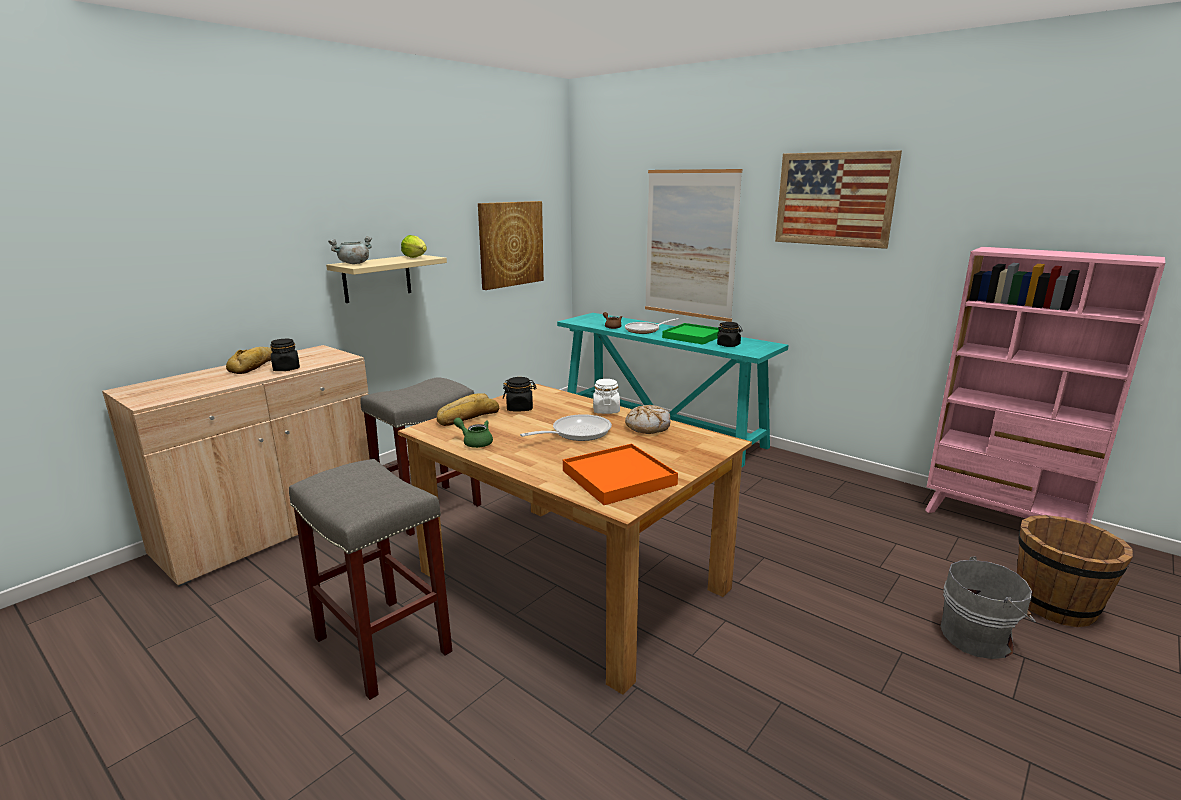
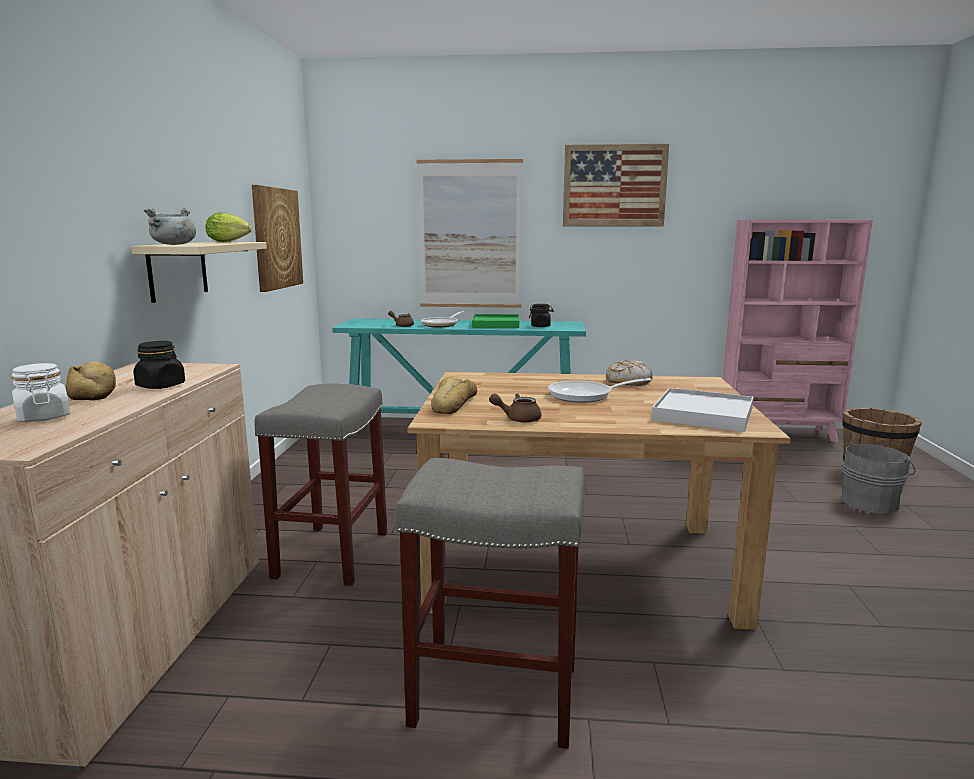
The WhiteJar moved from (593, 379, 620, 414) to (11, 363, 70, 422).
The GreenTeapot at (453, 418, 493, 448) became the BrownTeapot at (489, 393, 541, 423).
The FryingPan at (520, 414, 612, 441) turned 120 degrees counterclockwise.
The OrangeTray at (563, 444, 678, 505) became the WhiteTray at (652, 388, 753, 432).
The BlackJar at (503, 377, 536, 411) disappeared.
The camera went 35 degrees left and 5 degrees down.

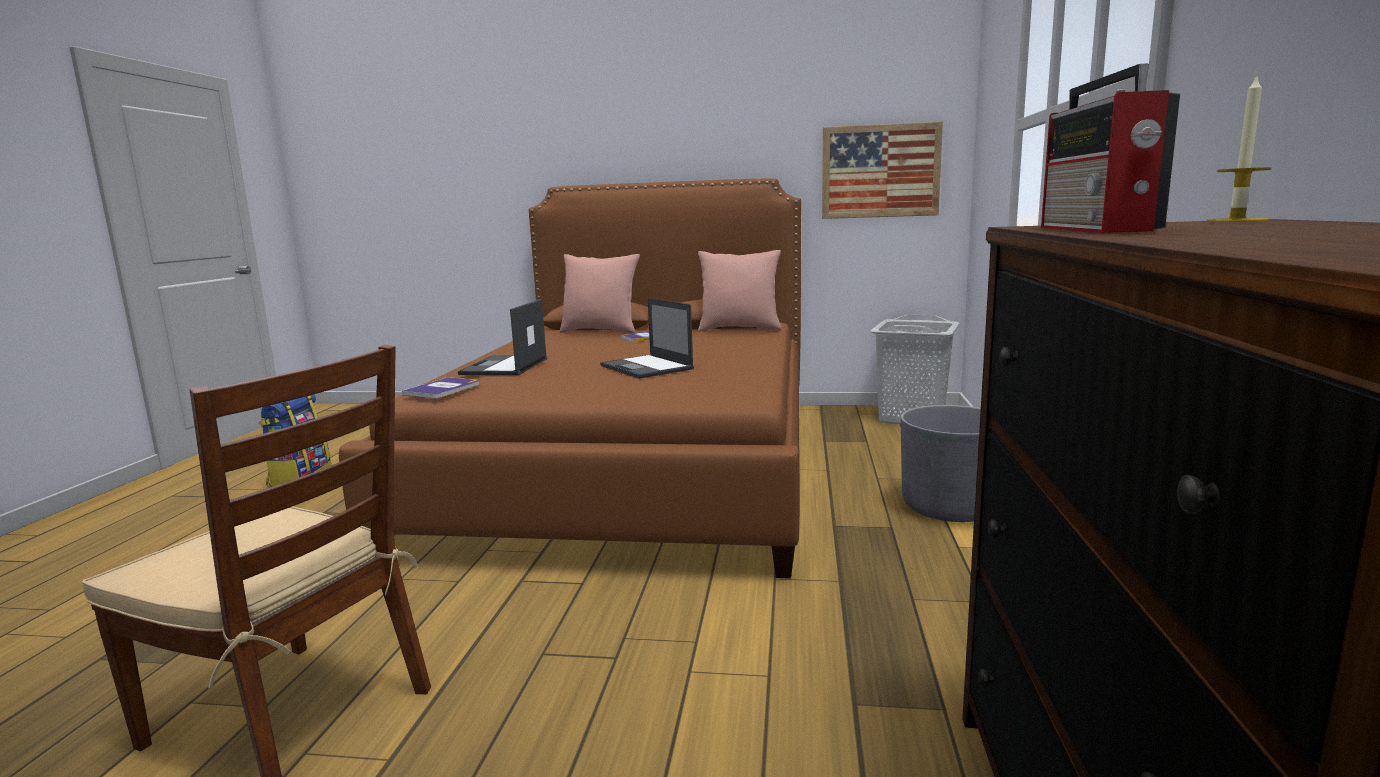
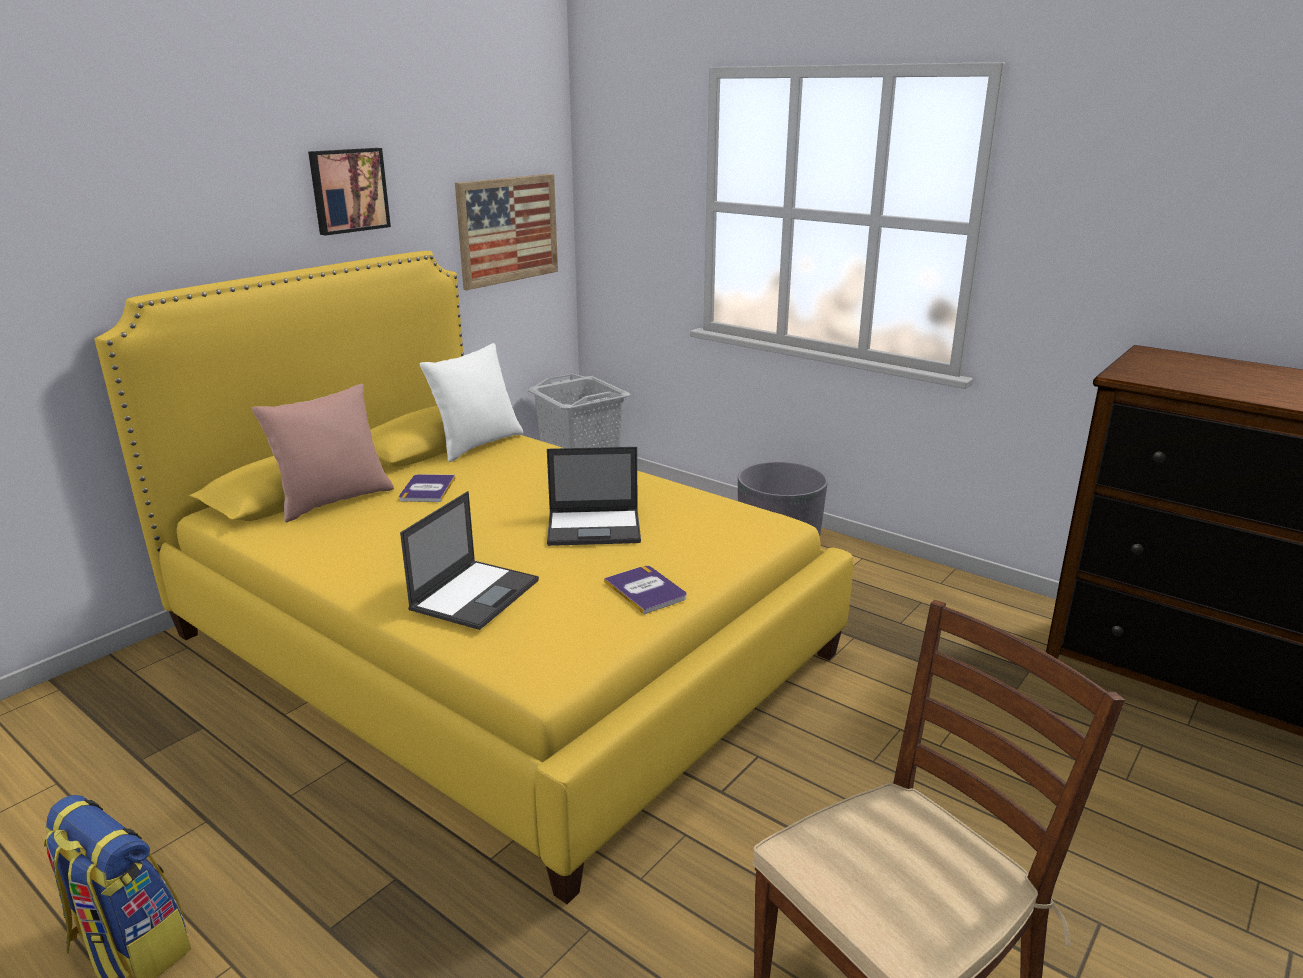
The BrownBed at (339, 179, 801, 579) became the YellowBed at (95, 251, 854, 904).
The Picture at (308, 148, 391, 236) appeared.
The Laptop at (458, 299, 547, 375) turned 105 degrees counterclockwise.
The PinkPillow at (698, 250, 782, 332) became the WhitePillow at (420, 343, 523, 462).
The Book moved from (402, 377, 479, 398) to (604, 566, 687, 614).
The Radio at (1041, 64, 1180, 233) disappeared.
The Candle at (1206, 75, 1272, 222) disappeared.
The camera went 60 degrees left and 10 degrees up.

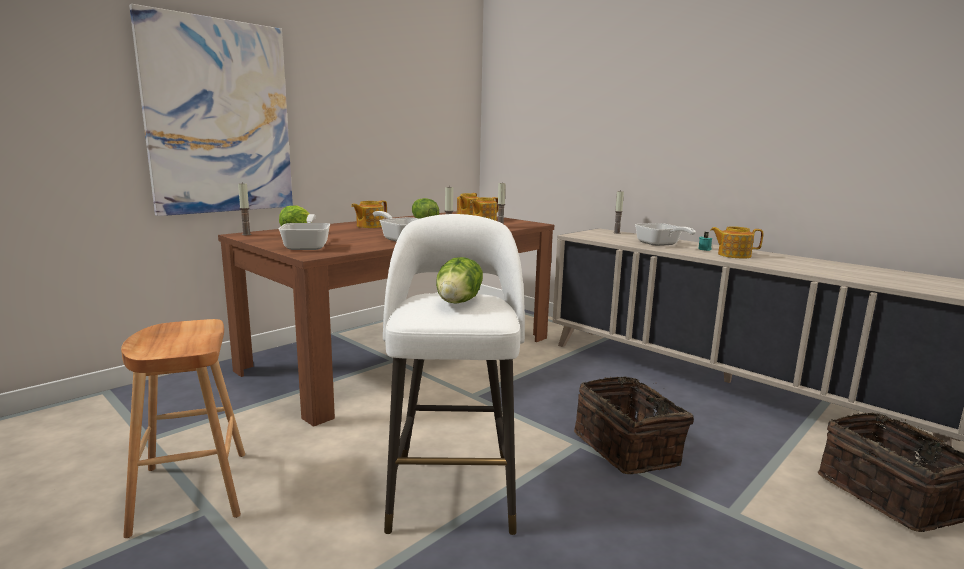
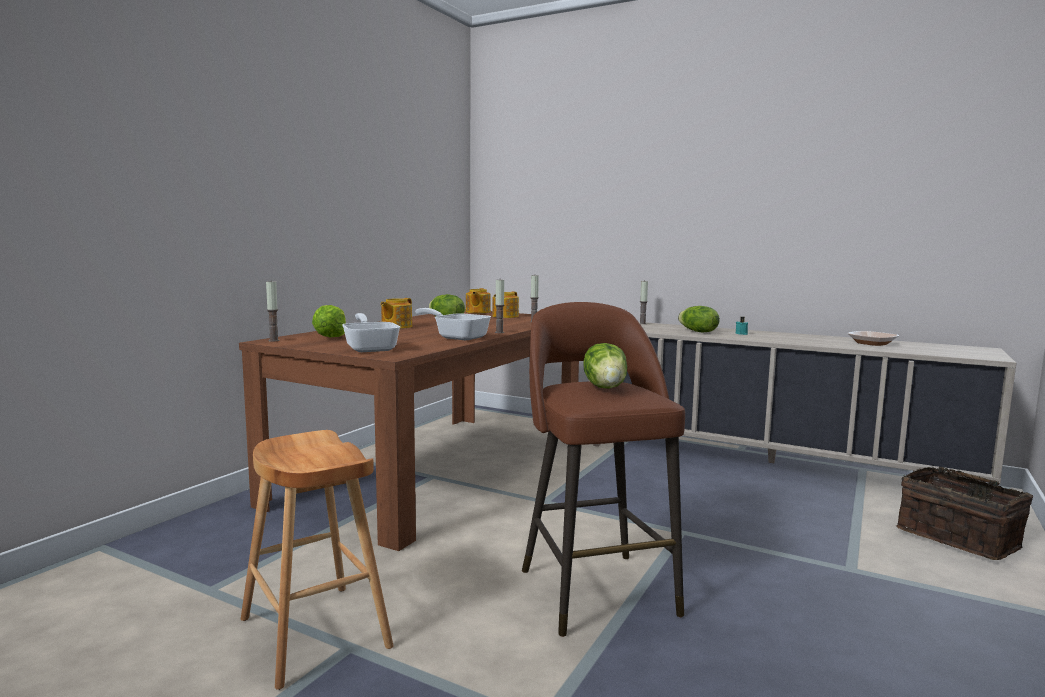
The WhiteStool at (383, 214, 525, 535) became the BrownStool at (522, 302, 685, 637).
The FryingPan at (635, 223, 696, 246) was replaced by the Lettuce at (678, 306, 720, 333).
The Bowl at (848, 331, 899, 346) appeared.
The Picture at (129, 4, 293, 216) disappeared.
The Basket at (574, 377, 694, 474) disappeared.
The Teapot at (710, 226, 763, 259) disappeared.
The camera went 15 degrees left and 5 degrees down.

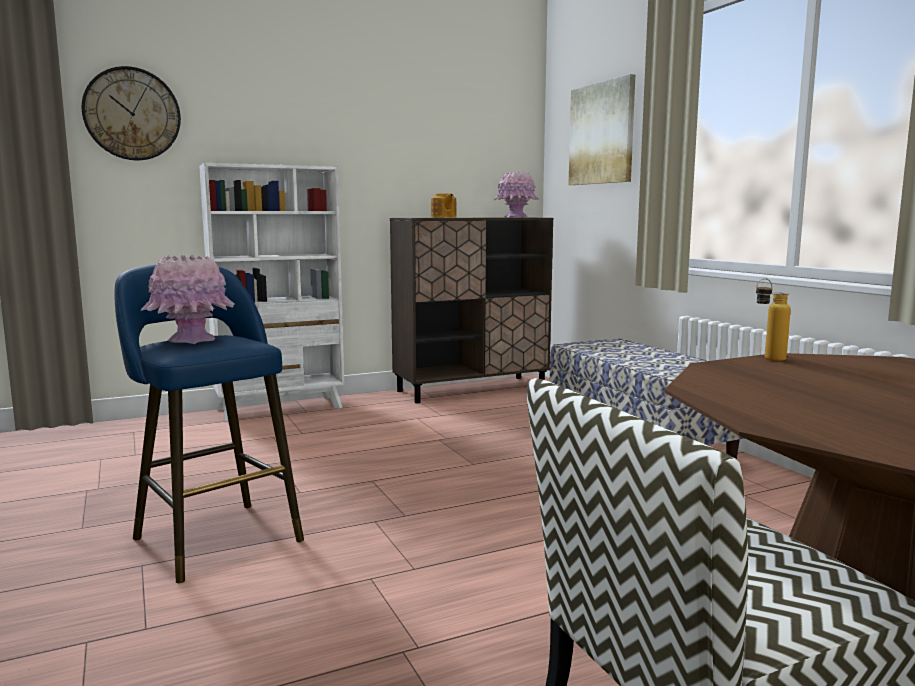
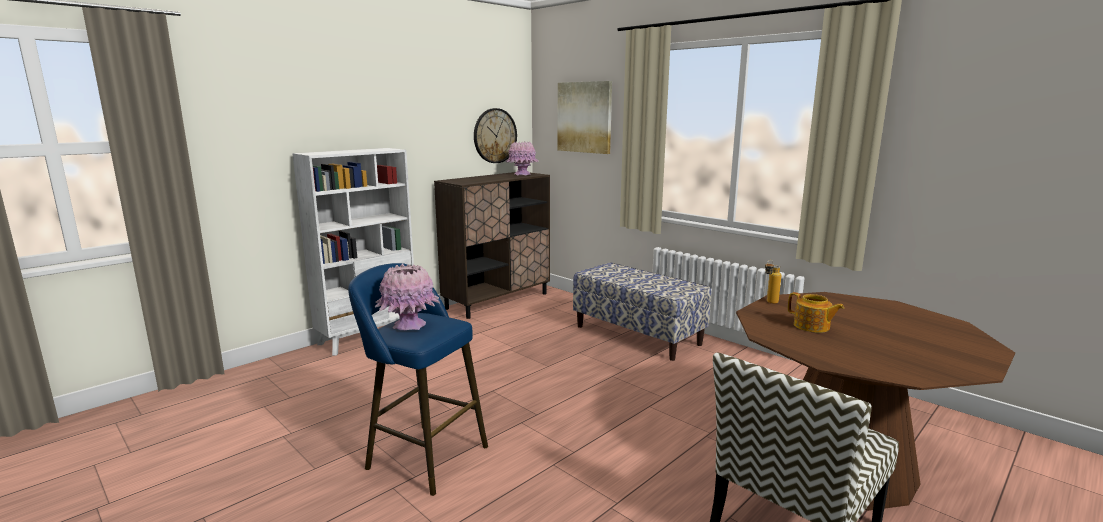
The WallClock moved from (82, 66, 181, 160) to (474, 108, 517, 163).
The Teapot moved from (431, 193, 457, 218) to (788, 292, 844, 333).
The camera went 20 degrees left and 5 degrees up.

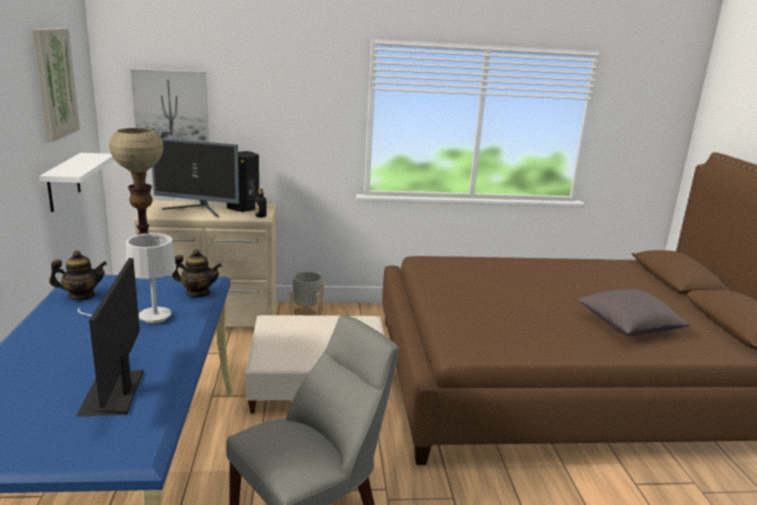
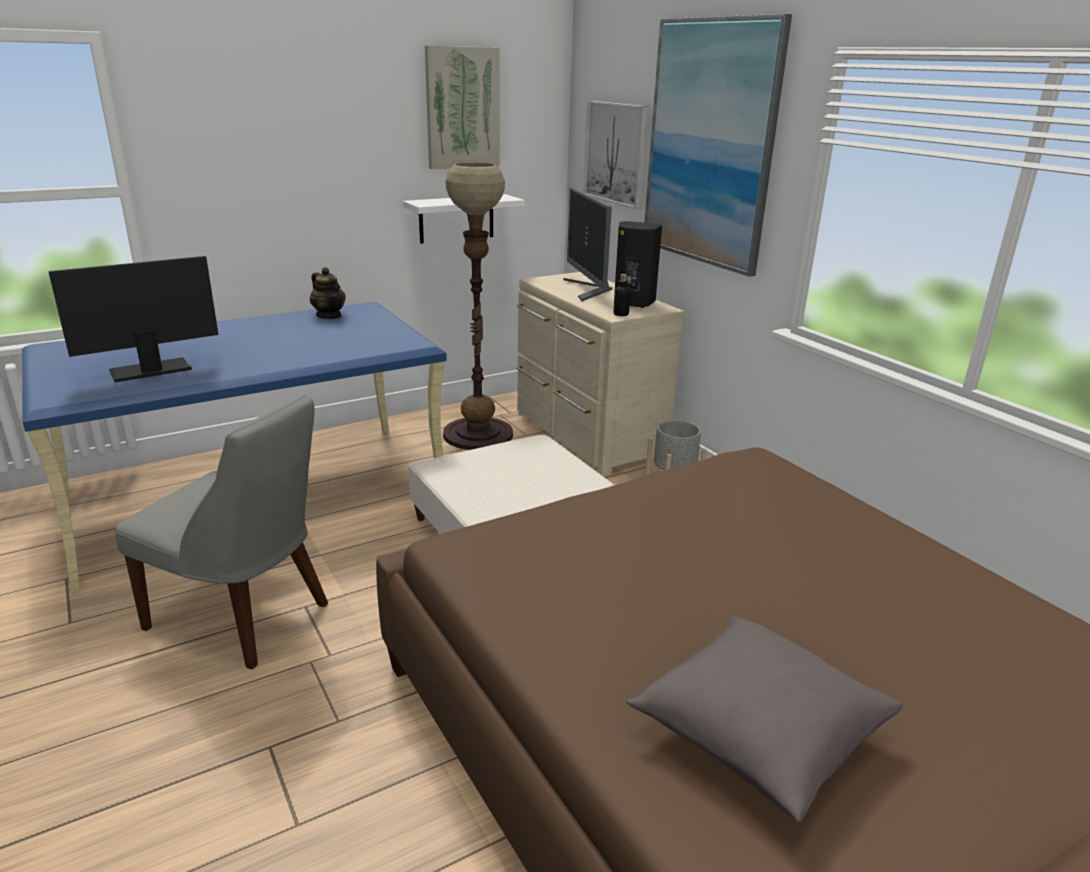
The Picture at (644, 14, 792, 277) appeared.
The WhiteTableLamp at (78, 233, 176, 324) disappeared.
The Teapot at (172, 249, 222, 297) disappeared.
The camera went 65 degrees right and 5 degrees up.

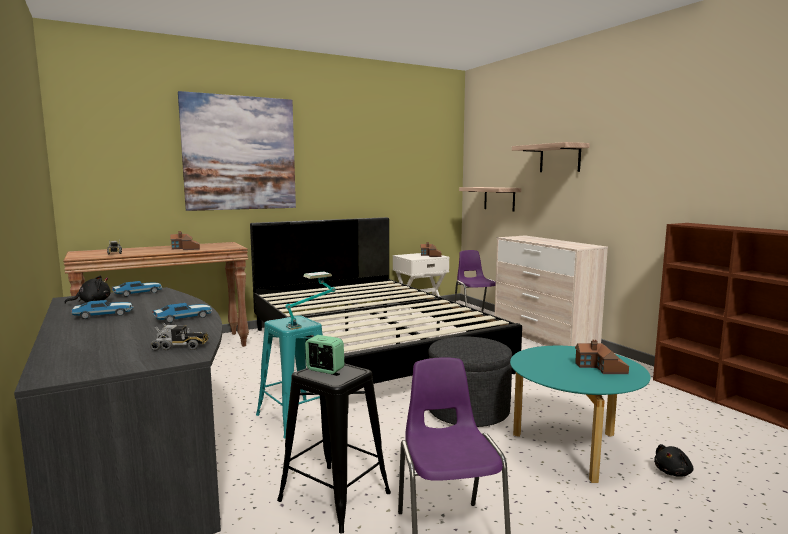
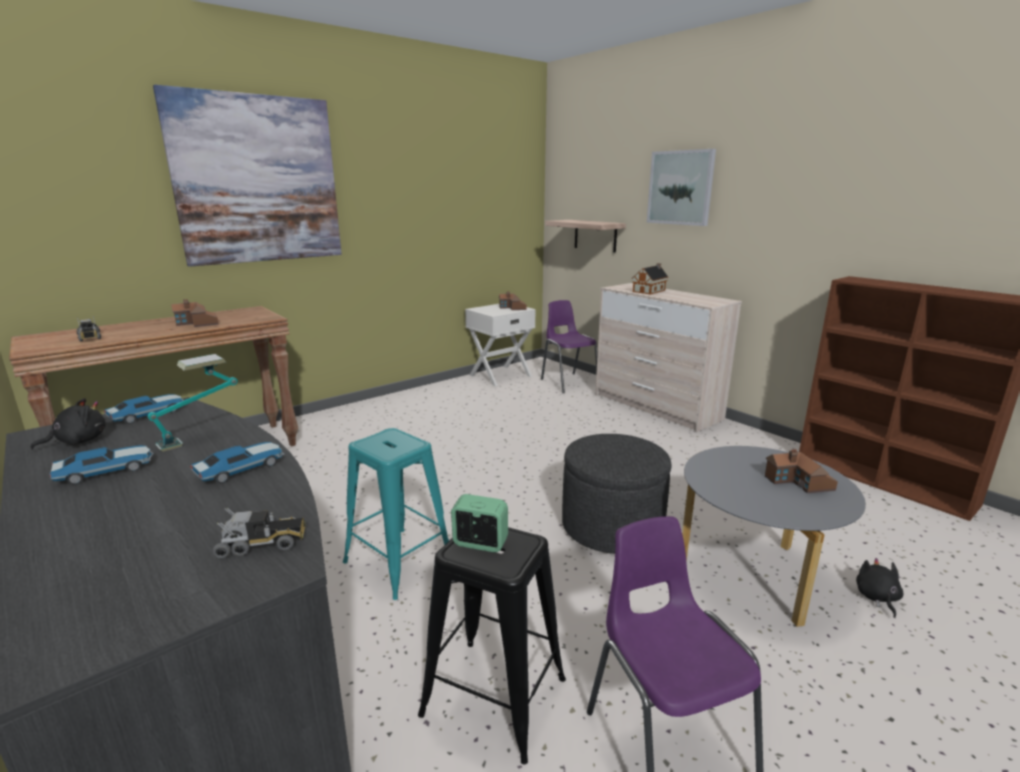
The TableLamp moved from (285, 272, 336, 330) to (148, 354, 238, 452).
The ToyHouse at (632, 263, 668, 295) appeared.
The Shelf at (512, 142, 590, 172) was replaced by the Picture at (647, 149, 716, 226).
The TurquoiseCoffeeTable at (510, 346, 651, 483) became the GreyCoffeeTable at (682, 446, 866, 627).
The BlackPlushToy at (654, 444, 693, 477) turned 150 degrees clockwise.
The BlackBed at (250, 217, 522, 400) disappeared.
The camera went 10 degrees left and 10 degrees up.

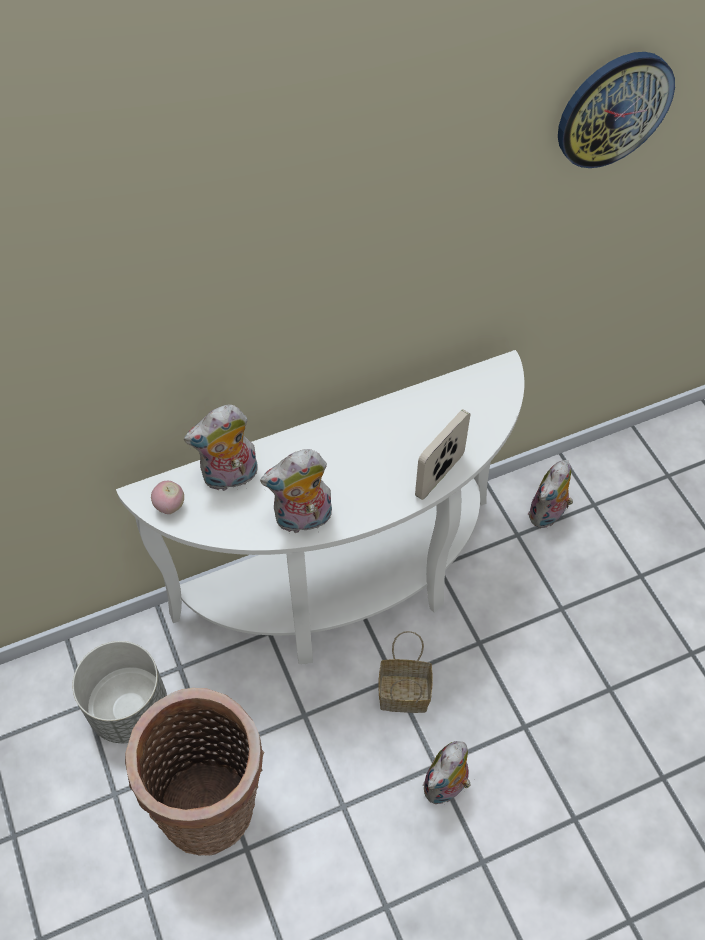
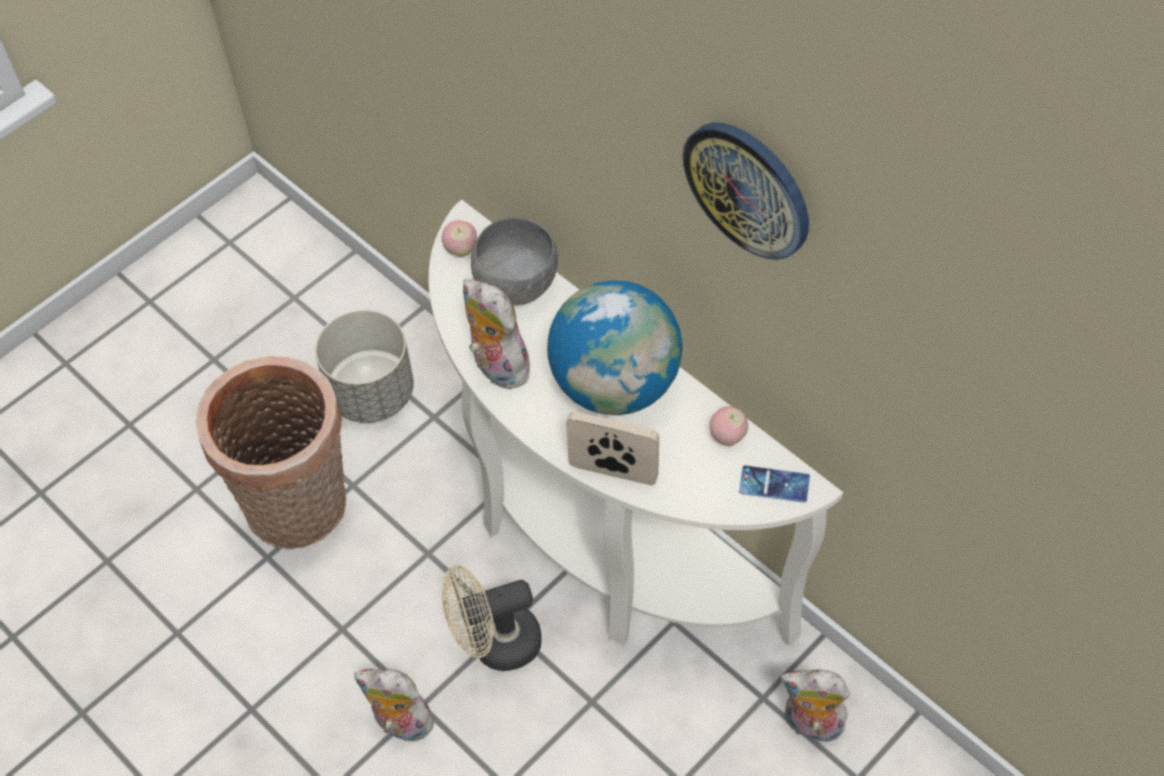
The Basket at (378, 631, 433, 713) was replaced by the BeigeFan at (442, 565, 542, 671).
The PlushToy at (184, 404, 258, 492) was replaced by the GreyBowl at (471, 217, 558, 305).
The Globe at (547, 280, 683, 415) appeared.
The WallClock moved from (558, 52, 675, 168) to (683, 123, 809, 260).
The Apple at (710, 406, 748, 446) appeared.
The Phone at (739, 465, 810, 503) appeared.
The camera went 70 degrees right and 0 degrees up.

